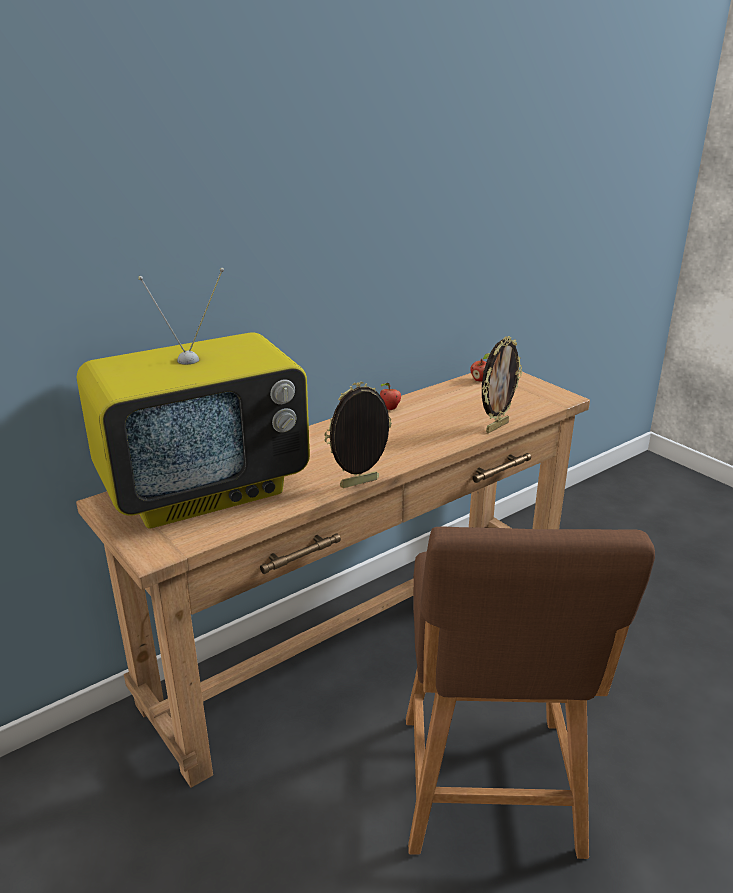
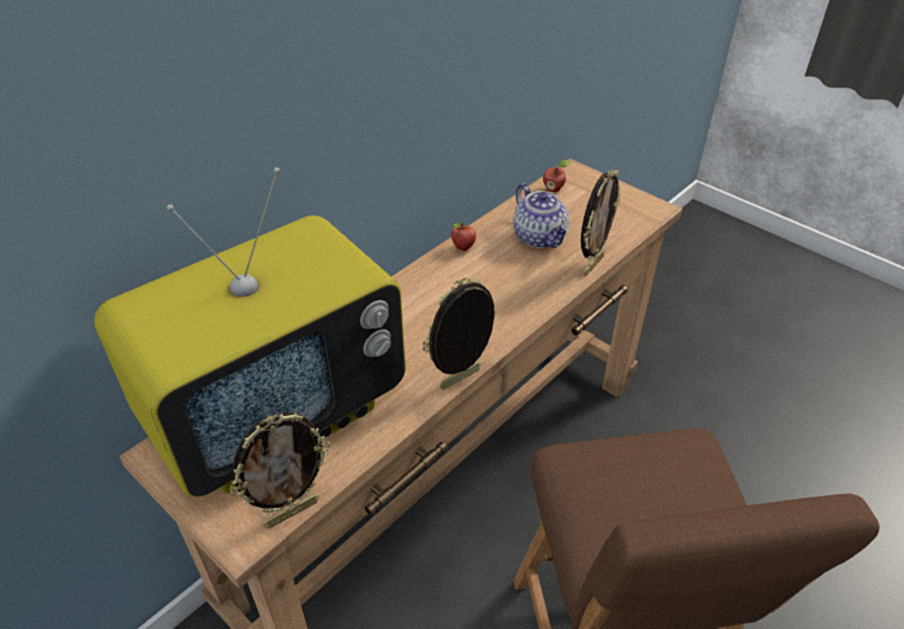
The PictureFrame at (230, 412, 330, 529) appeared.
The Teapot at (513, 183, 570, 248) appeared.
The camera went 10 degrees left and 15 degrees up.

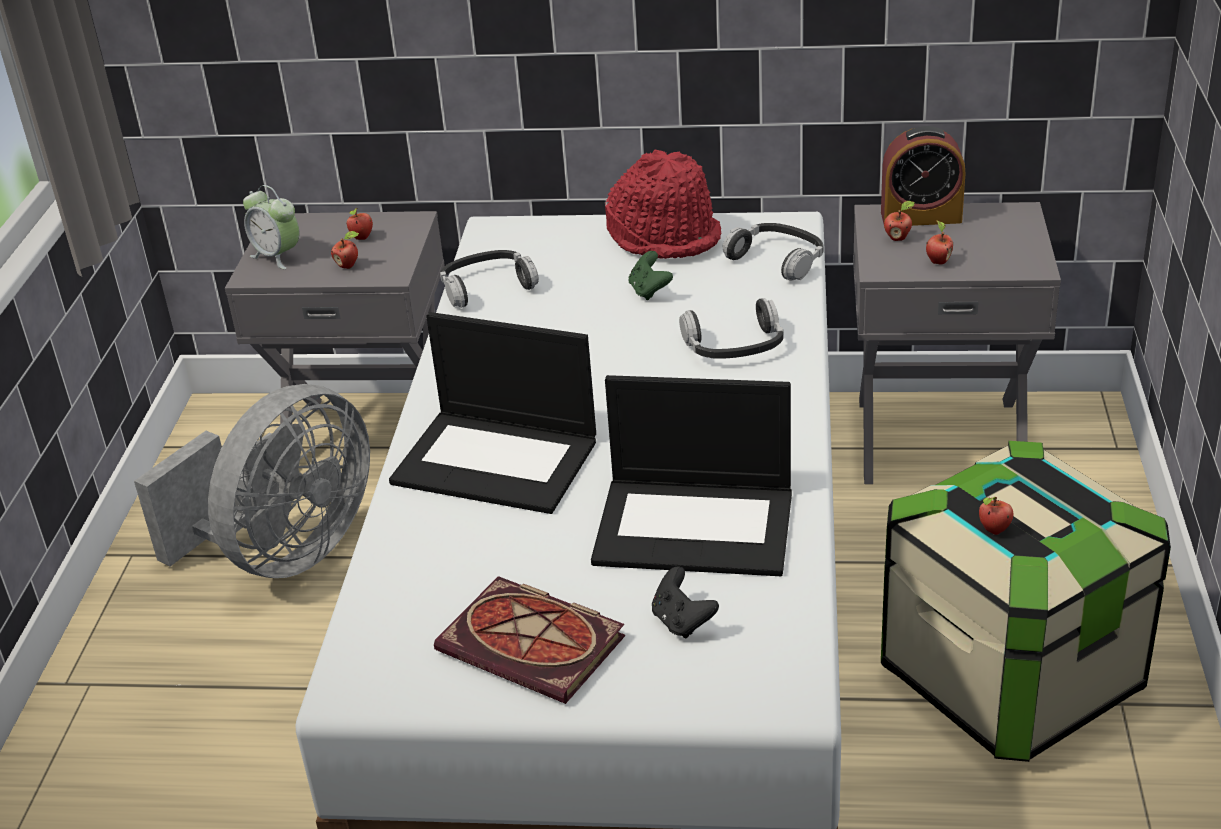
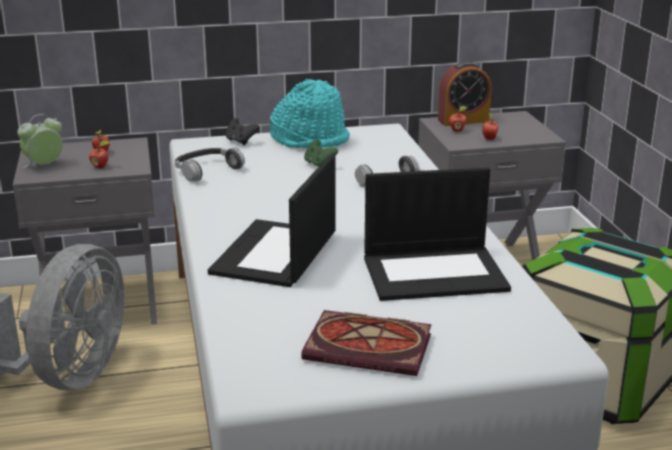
The AlarmClock at (243, 185, 299, 269) turned 120 degrees clockwise.
The Laptop at (389, 312, 596, 514) turned 105 degrees clockwise.
The BlackGameController moved from (652, 566, 719, 638) to (226, 118, 259, 145).
The RedHat at (605, 149, 721, 259) became the TurquoiseHat at (270, 79, 350, 149).
The Headphones at (722, 223, 823, 281) disappeared.
The Apple at (979, 497, 1013, 535) disappeared.
The camera went 20 degrees left and 10 degrees down.

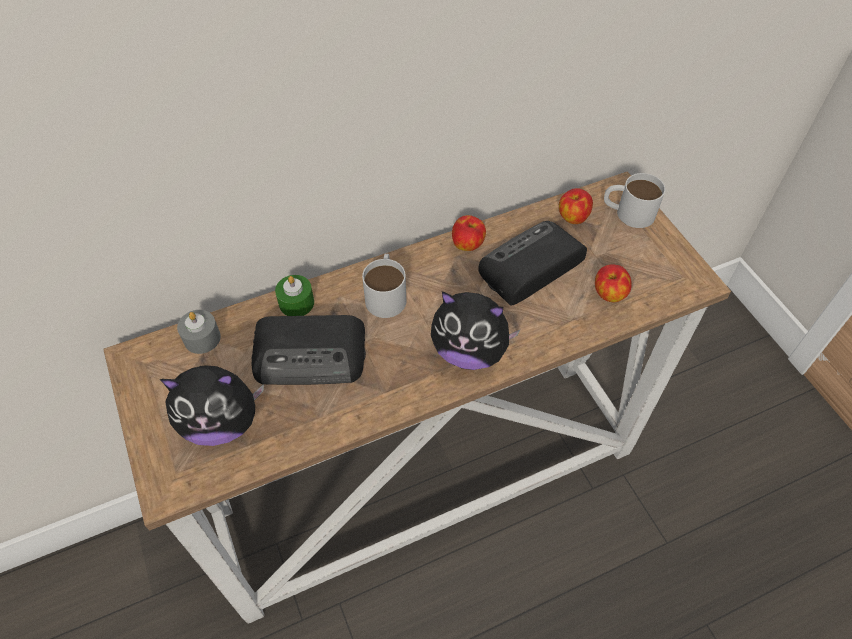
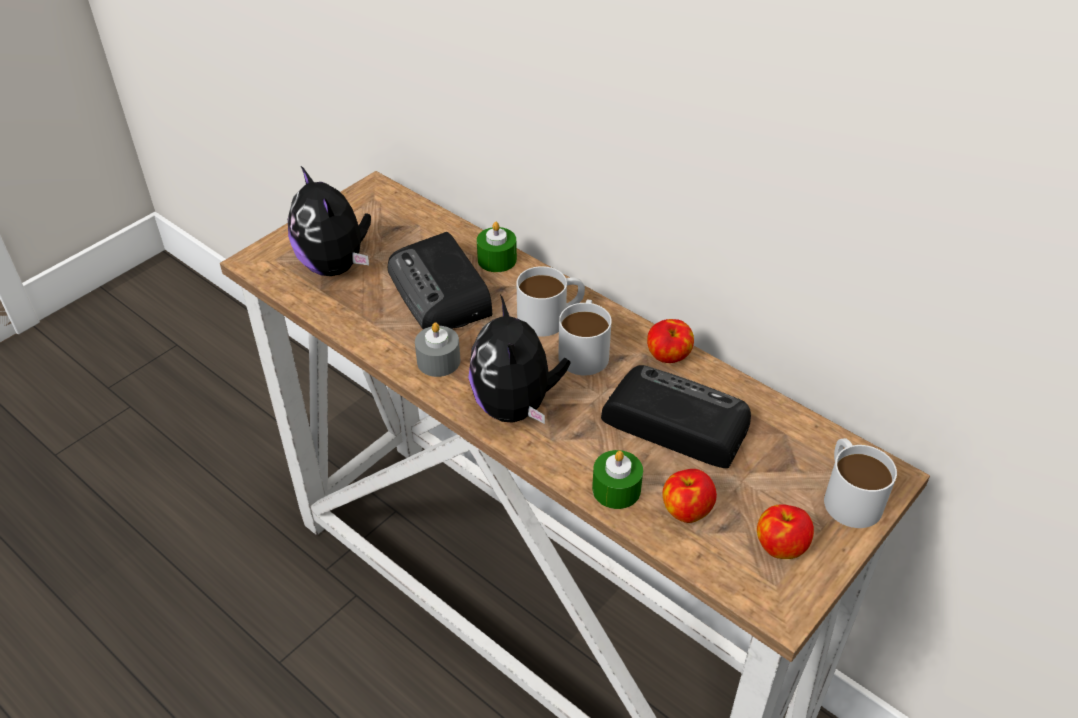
The GreyCandle moved from (177, 310, 221, 354) to (415, 322, 460, 377).
The WhiteMug at (558, 299, 612, 375) appeared.
The GreenCandle at (592, 450, 643, 509) appeared.
The Apple moved from (559, 188, 593, 224) to (757, 504, 814, 559).
The camera went 65 degrees right and 10 degrees down.

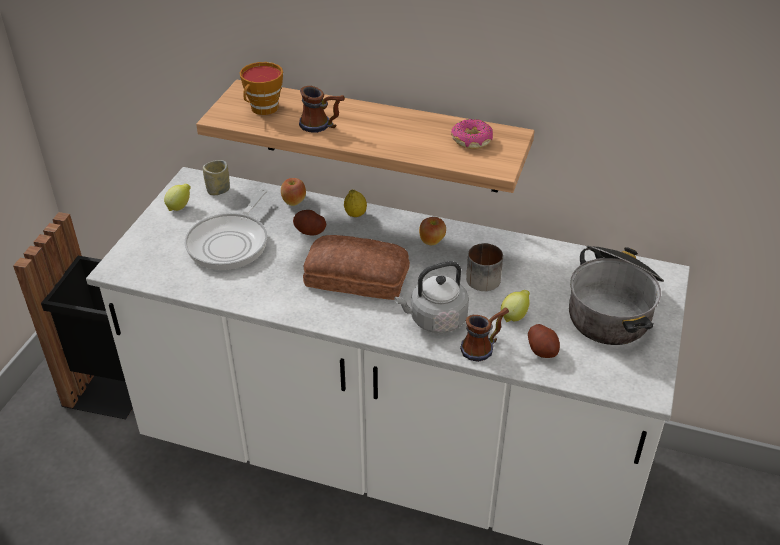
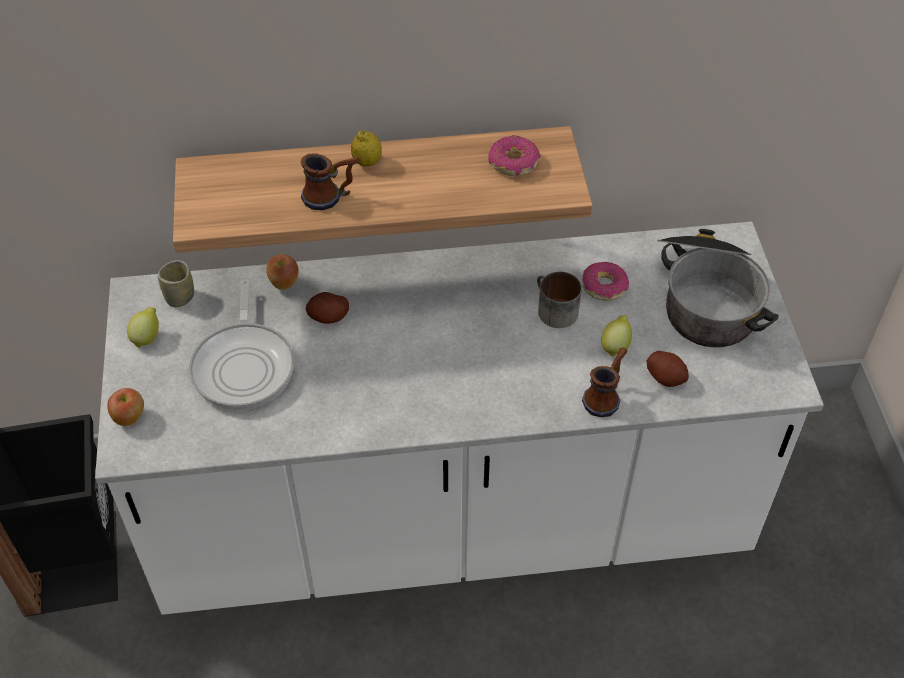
The Apple moved from (419, 217, 446, 245) to (107, 388, 144, 426).
The Lemon moved from (344, 189, 367, 217) to (351, 130, 382, 167).
The Donut at (582, 262, 629, 301) appeared.
The Cup at (240, 62, 283, 115) disappeared.
The Bread at (303, 235, 410, 300) disappeared.
The GreyKettle at (394, 261, 469, 333) disappeared.
The camera went 25 degrees left and 10 degrees up.

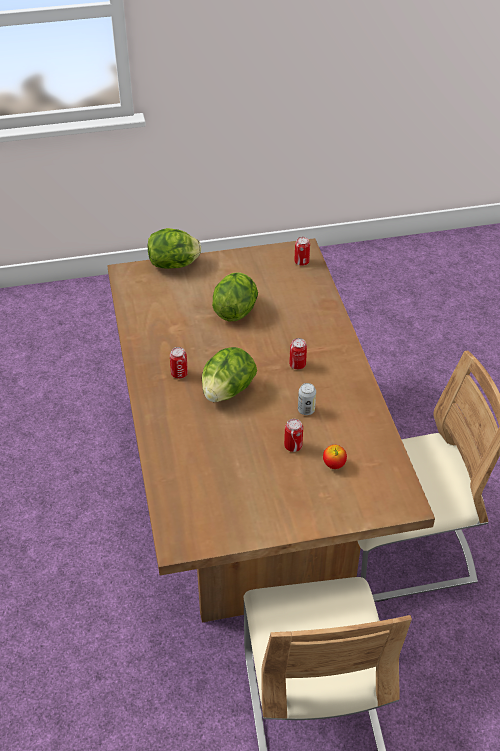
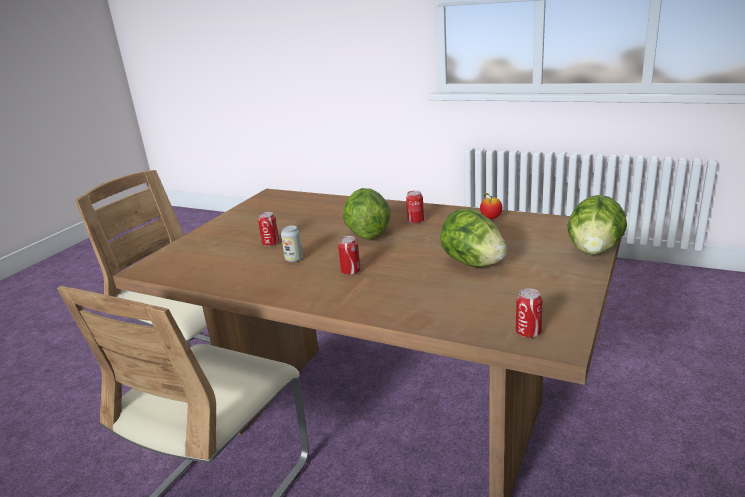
The Apple moved from (323, 445, 347, 469) to (480, 193, 502, 219).
The camera went 130 degrees right and 20 degrees down.

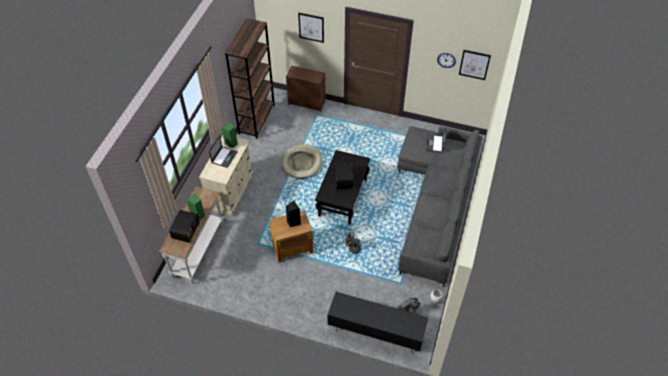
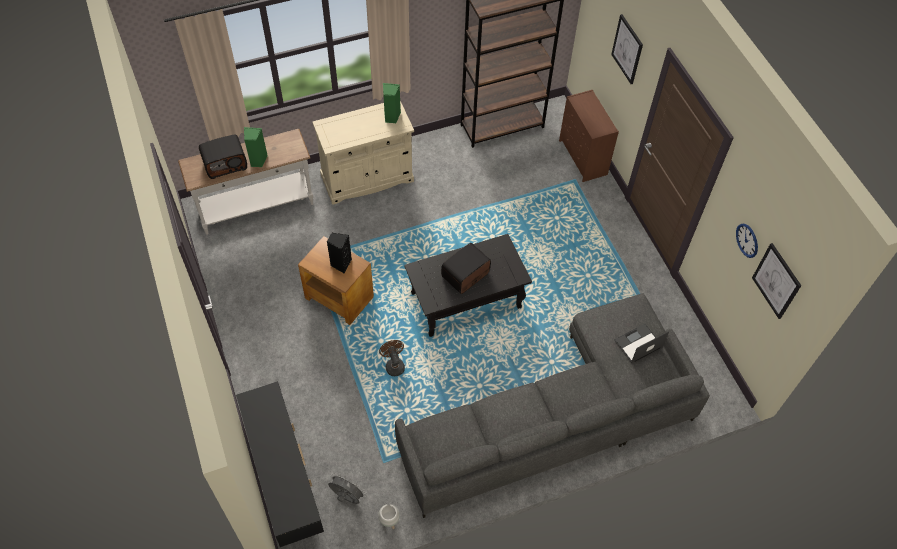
The Laptop at (209, 135, 237, 168) disappeared.
The BeigeDogBed at (282, 144, 322, 179) disappeared.
The camera went 50 degrees right and 5 degrees up.

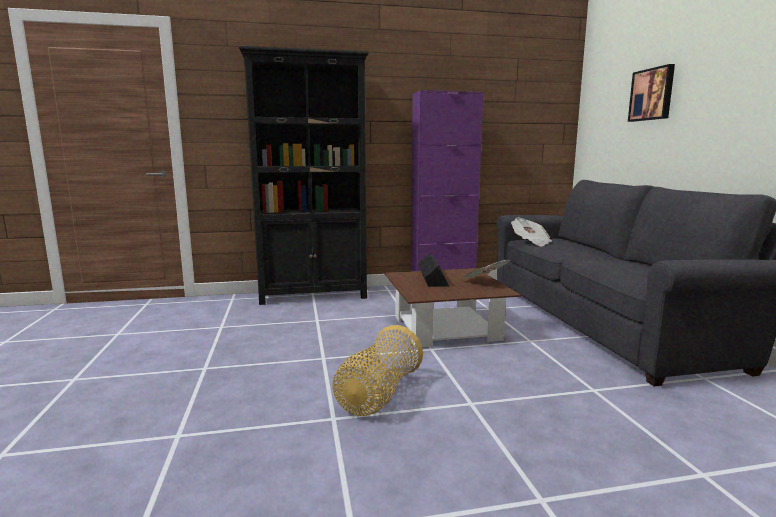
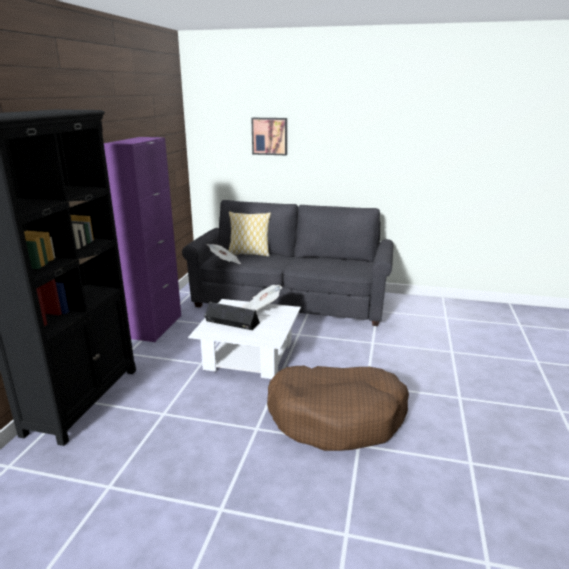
The BrownCoffeeTable at (385, 268, 521, 348) became the WhiteCoffeeTable at (188, 299, 301, 379).
The Pillow at (229, 212, 271, 257) appeared.
The Basket at (332, 325, 423, 416) was replaced by the BrownDogBed at (267, 366, 409, 451).
The camera went 65 degrees left and 10 degrees up.

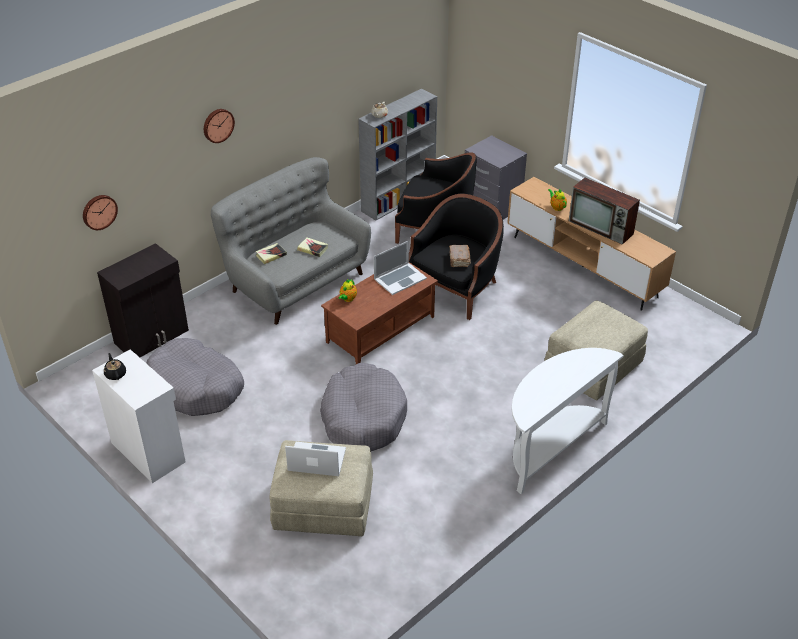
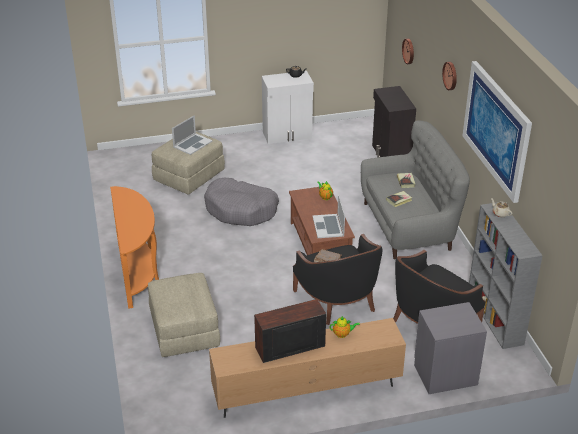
The WhiteConsoleTable at (512, 348, 624, 494) became the OrangeConsoleTable at (110, 186, 159, 309).
The Picture at (462, 61, 532, 203) appeared.
The GreyDogBed at (146, 338, 244, 416) disappeared.
The camera went 120 degrees right and 5 degrees down.

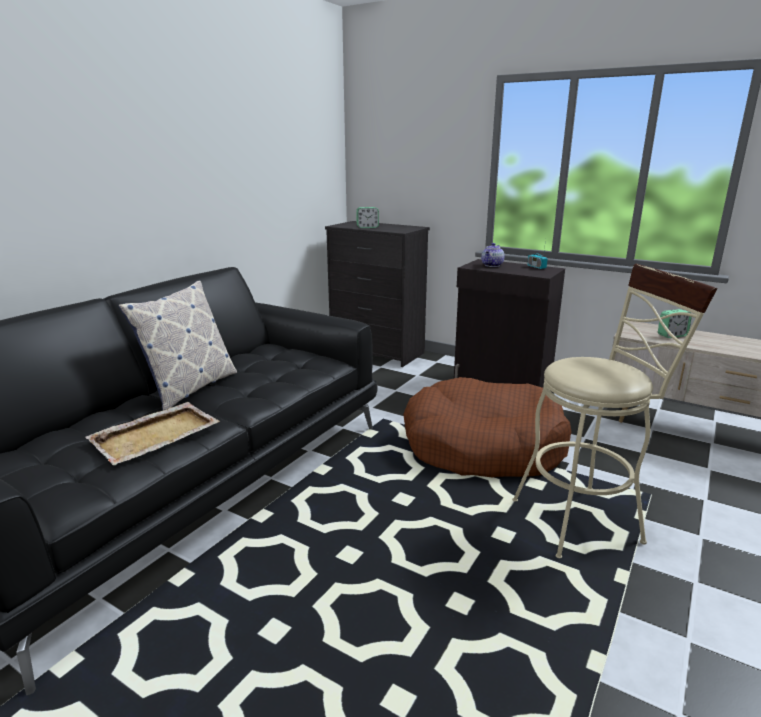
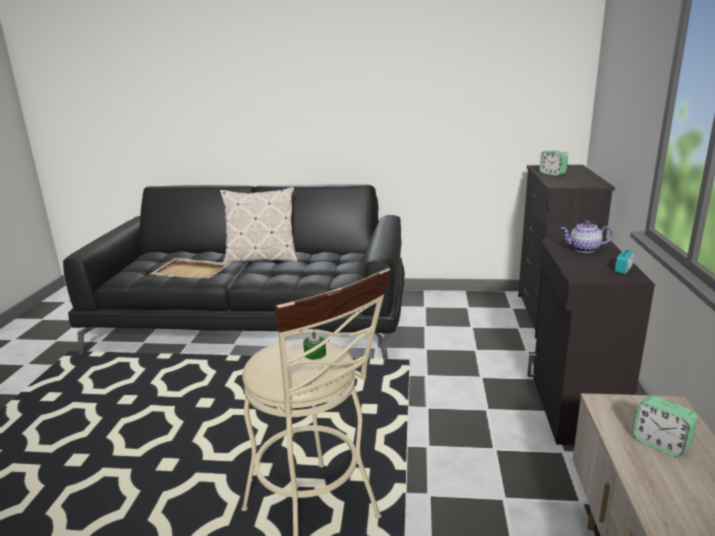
The GreenCandle at (303, 333, 326, 360) appeared.
The BrownDogBed at (403, 377, 572, 477) disappeared.
The camera went 65 degrees right and 0 degrees up.

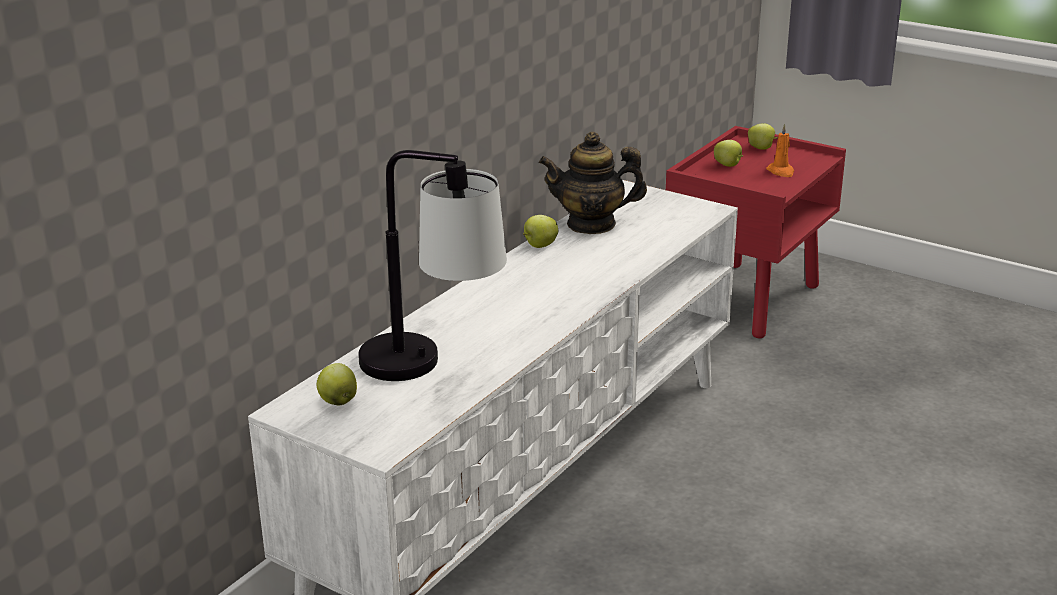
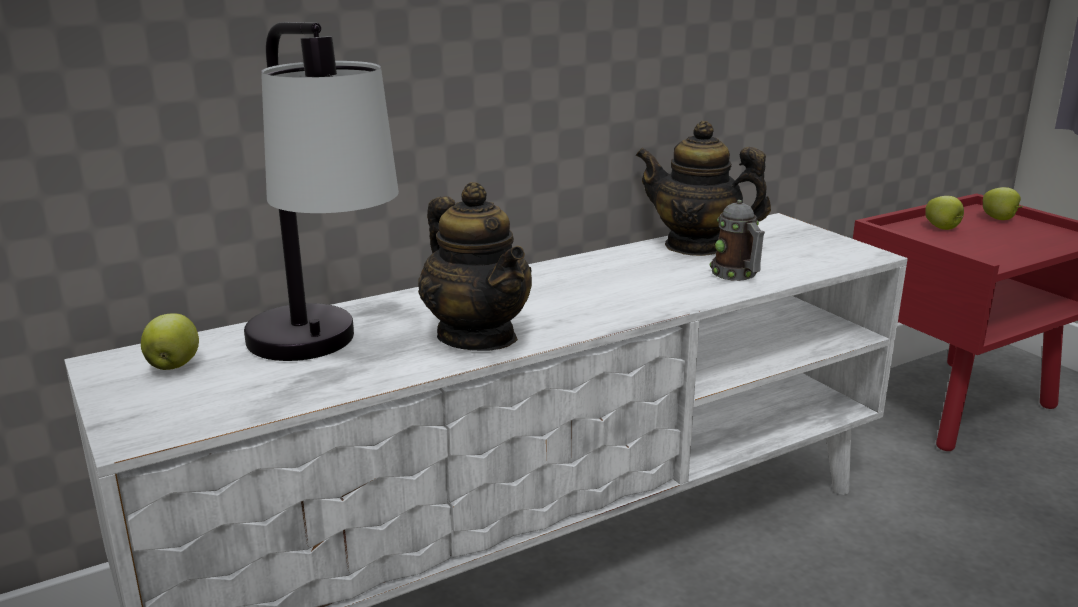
The Teapot at (418, 182, 532, 351) appeared.
The Mug at (709, 200, 765, 281) appeared.
The Apple at (523, 215, 558, 248) disappeared.
The OrangeCandle at (766, 124, 794, 177) disappeared.
The camera went 25 degrees right and 5 degrees down.

